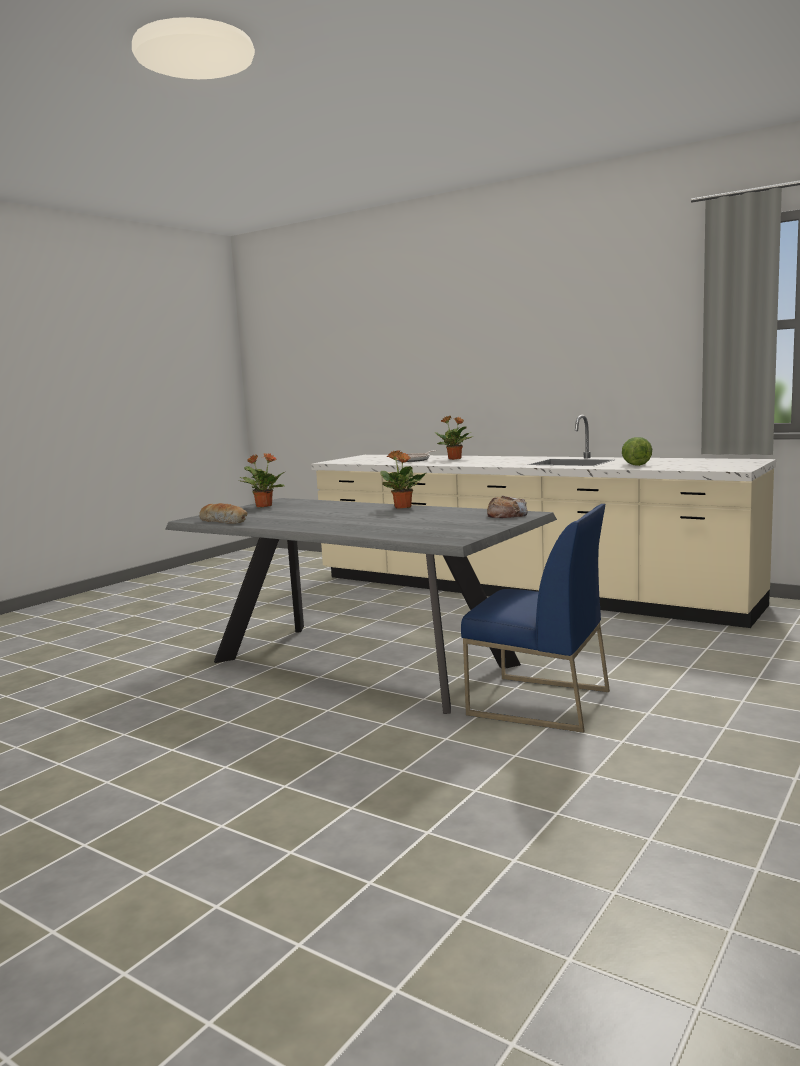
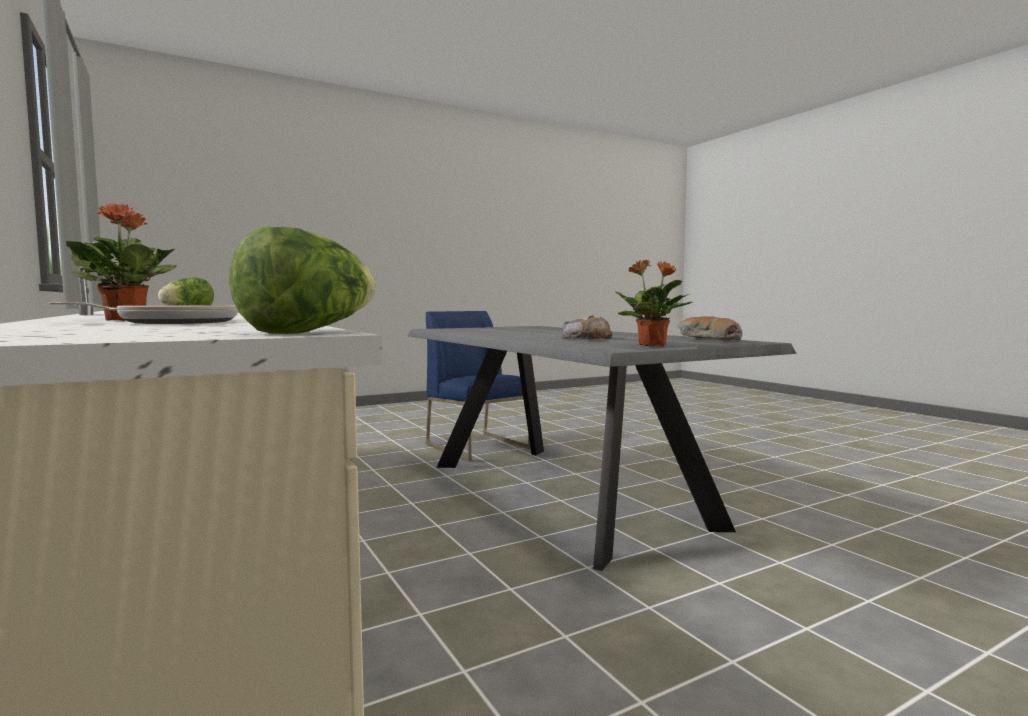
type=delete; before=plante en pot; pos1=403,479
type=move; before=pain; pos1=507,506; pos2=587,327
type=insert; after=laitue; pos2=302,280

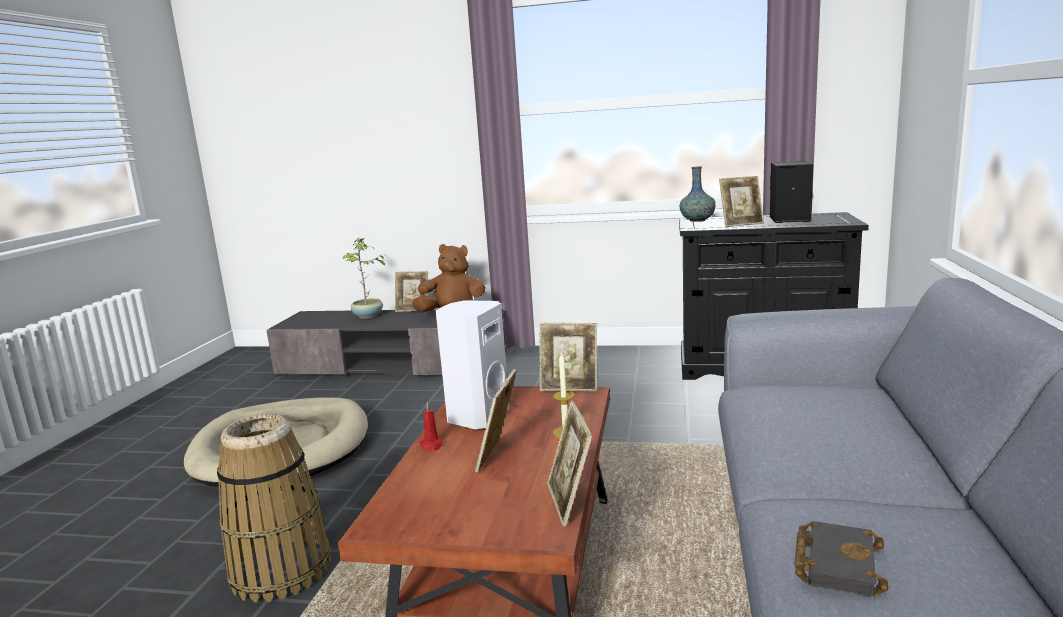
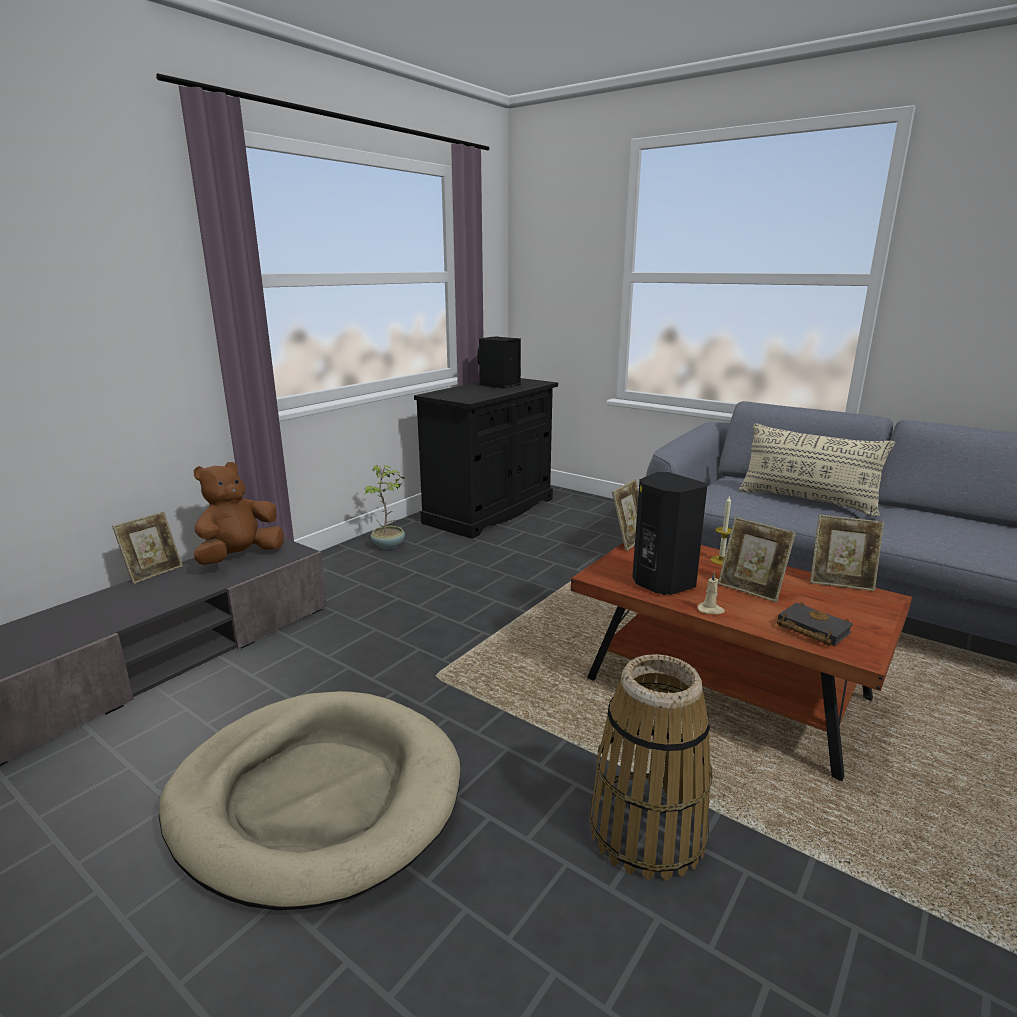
type=delete; before=vase; pos1=697,194
type=delete; before=cadre photo; pos1=741,201
type=move; before=plante en pot; pos1=365,278; pos2=384,507
type=recolor; before=enceinte/blanc; after=enceinte/noir; pos1=473,365; pos2=669,533
type=recolor; before=bougie/rouge; after=bougie/beige; pos1=431,426; pos2=711,593
type=move; before=livre/noir; pos1=842,559; pos2=815,624
type=insert; after=coussin/beige; pos2=817,470

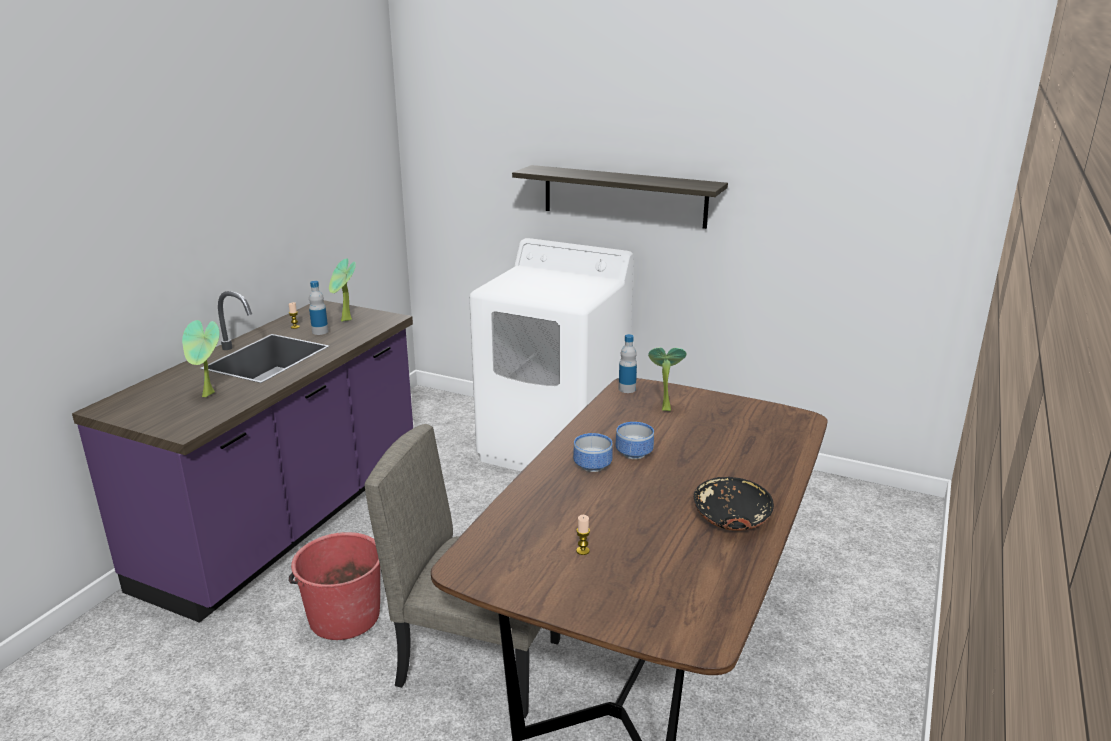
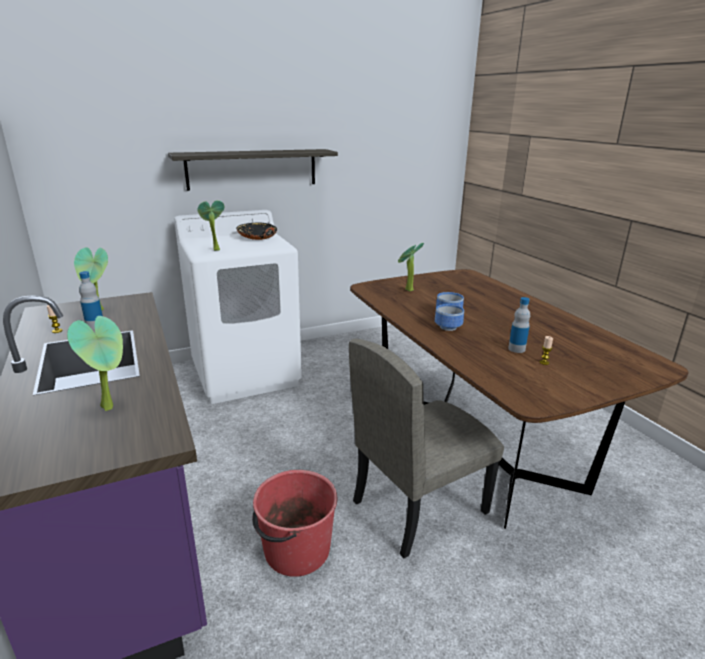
type=move; before=bouteille; pos1=628,363; pos2=519,325
type=move; before=bol/noir; pos1=734,504; pos2=256,231
type=insert; after=plante en pot; pos2=211,225

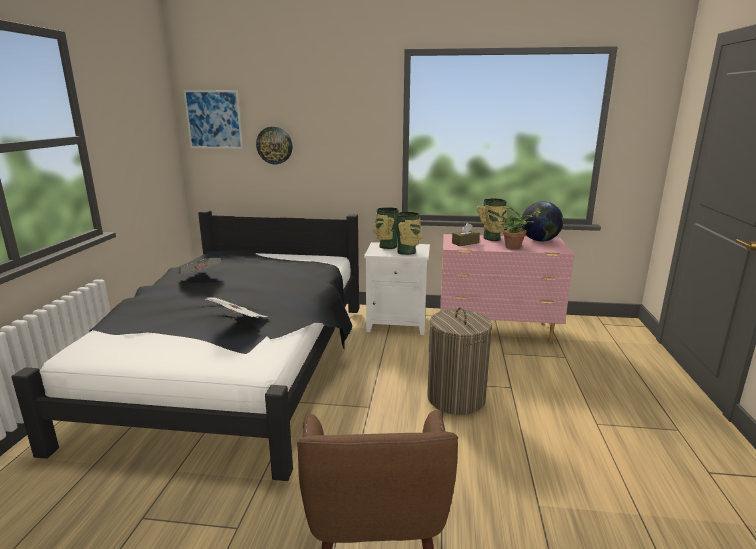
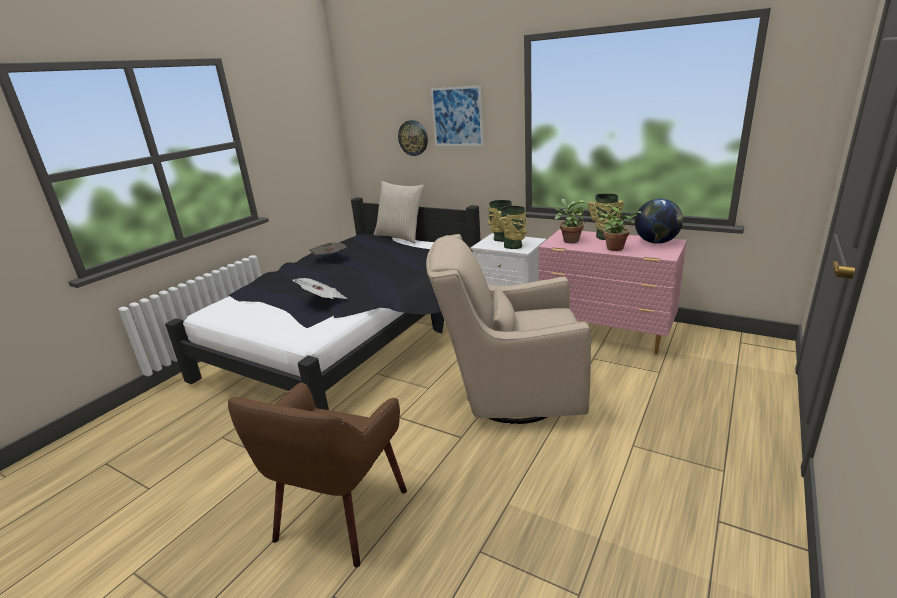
type=move; before=tableau; pos1=213,119; pos2=457,116
type=replace; before=boîte à mouchoirs/marron; after=plante en pot; pos1=466,234; pos2=570,221
type=replace; before=panier à linge; after=fauteuil/beige; pos1=459,361; pos2=508,329
type=insert; after=coussin/beige; pos2=399,212

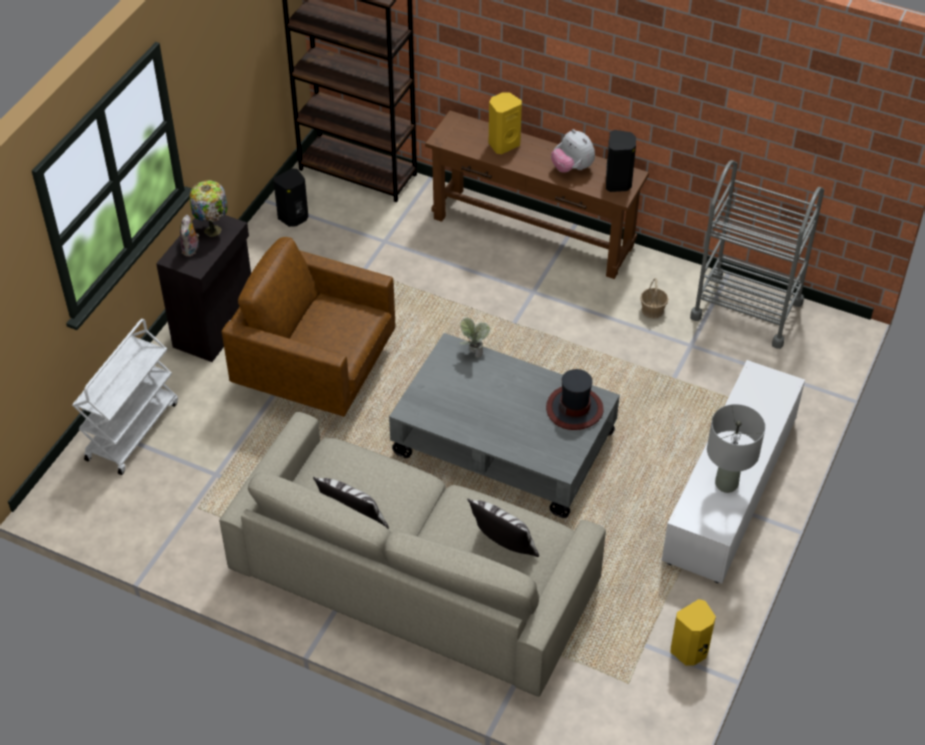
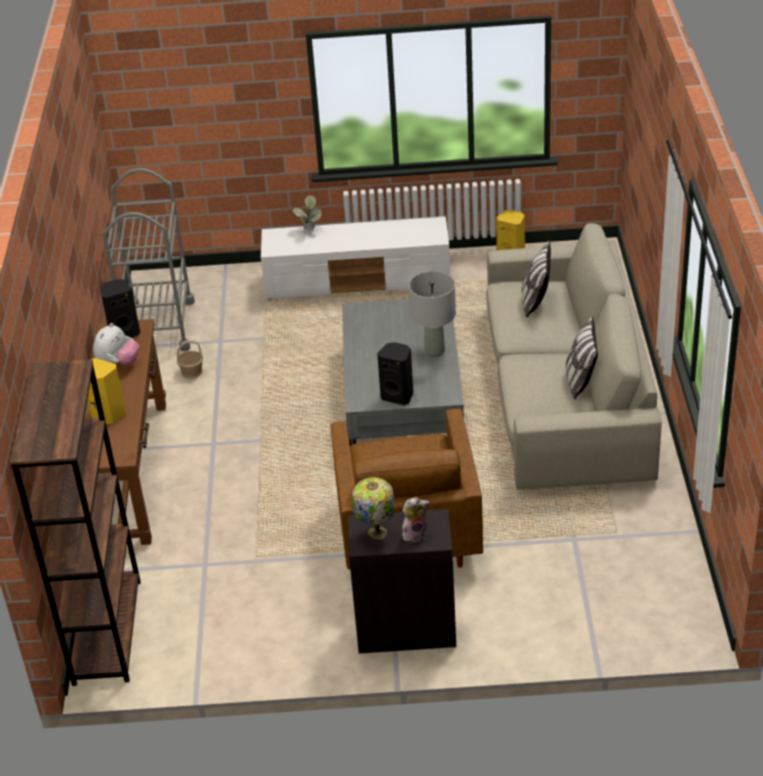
type=move; before=enceinte/noir; pos1=291,197; pos2=395,373
type=move; before=plante en pot; pos1=475,338; pos2=306,212
type=delete; before=chariot/blanc; pos1=125,397
type=delete; before=chapeau; pos1=575,399
type=move; before=lampe de table/gris; pos1=736,448; pos2=432,314

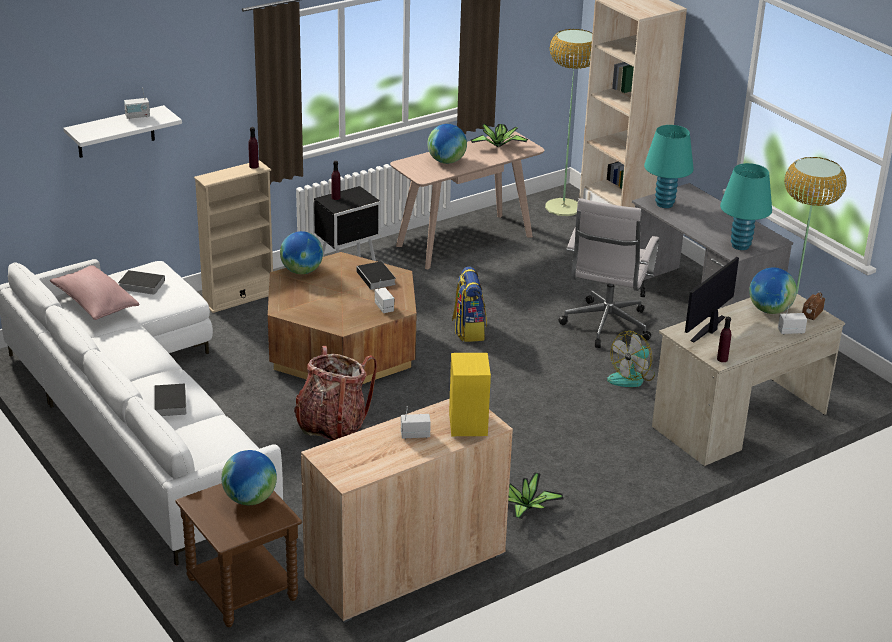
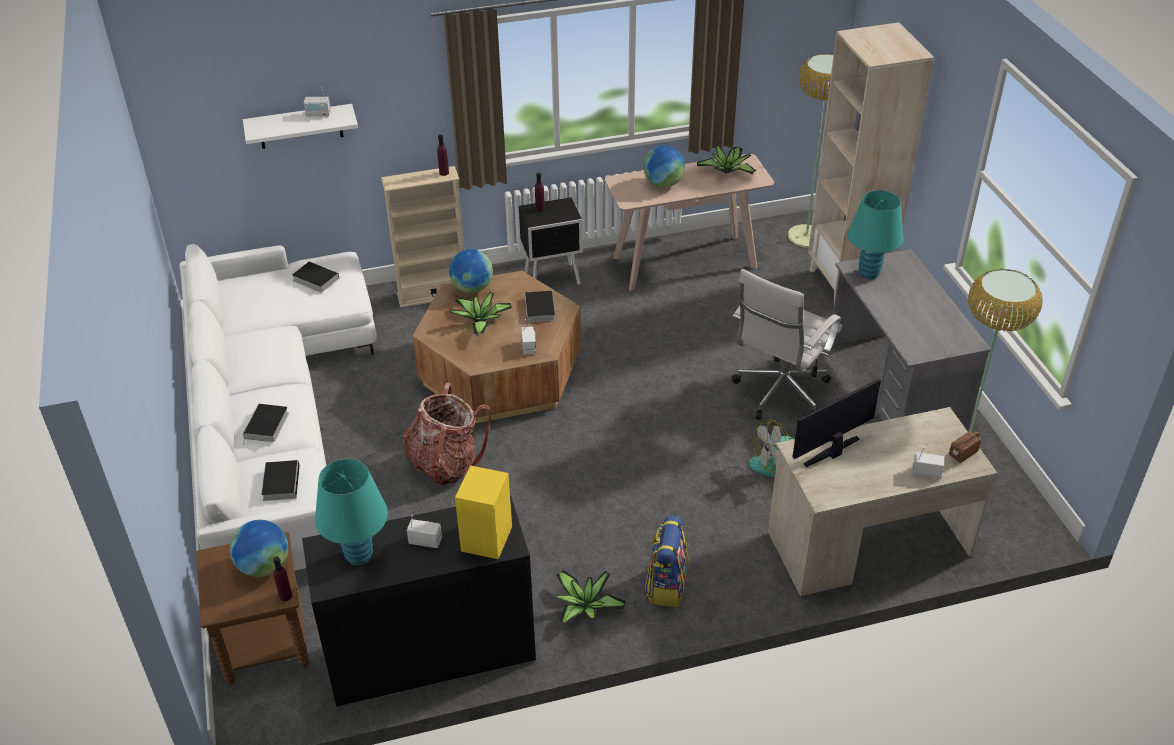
type=move; before=lampe de table/turquoise; pos1=746,206; pos2=351,512
type=delete; before=coussin/rose; pos1=95,292
type=move; before=sac à dos; pos1=469,304; pos2=667,561
type=delete; before=globe; pos1=773,290
type=move; before=bouteille/violet; pos1=724,339; pos2=282,579
type=recolor; before=meuble de rangement/beige; after=meuble de rangement/noir; pos1=407,511; pos2=419,601
type=insert; after=plante en pot; pos2=481,313
type=insert; after=livre; pos2=280,480

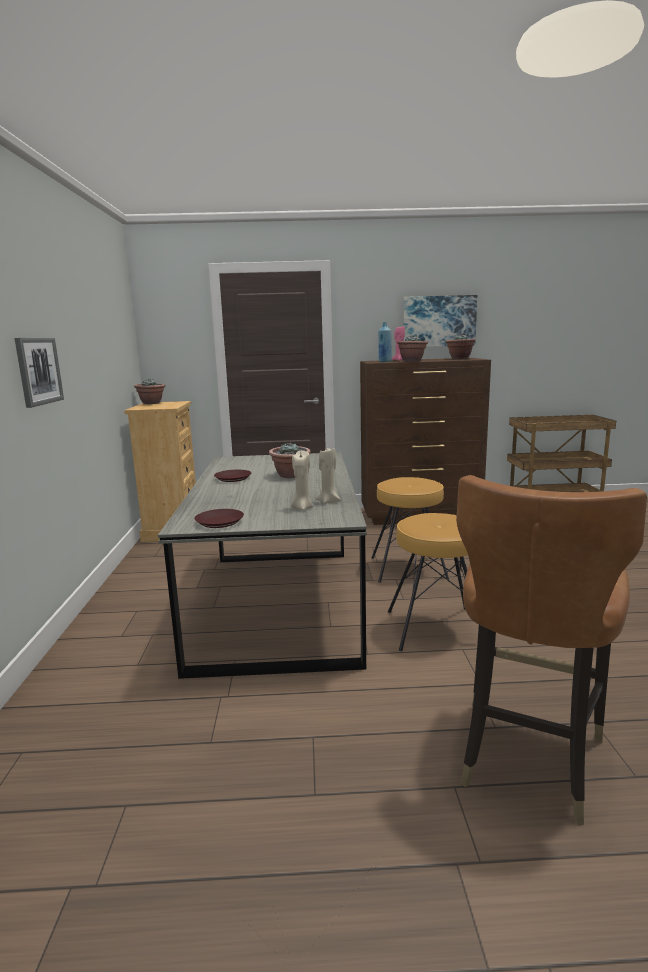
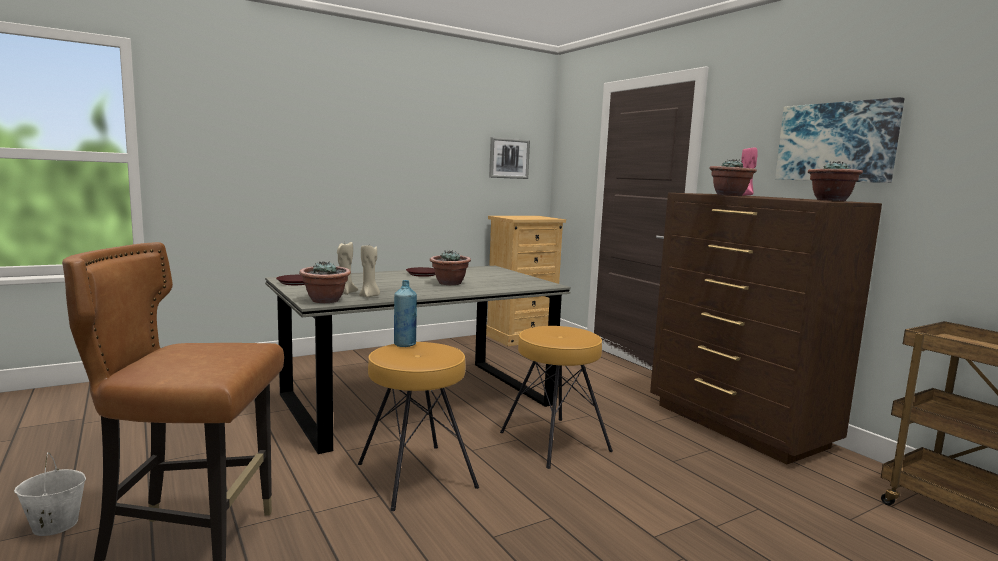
type=move; before=bouteille/bleu; pos1=385,342; pos2=405,313
type=move; before=tableau; pos1=39,373; pos2=509,158
type=move; before=plante en pot; pos1=149,391; pos2=325,282
type=insert; after=seau/blanc; pos2=50,494

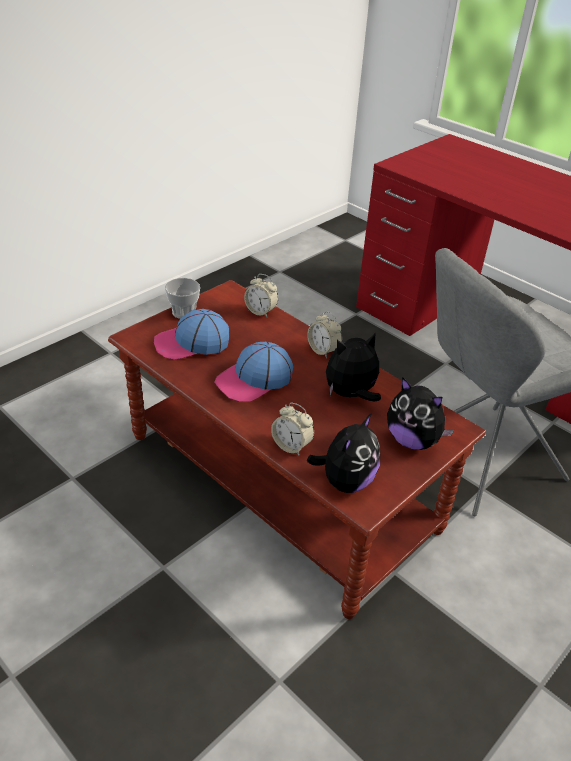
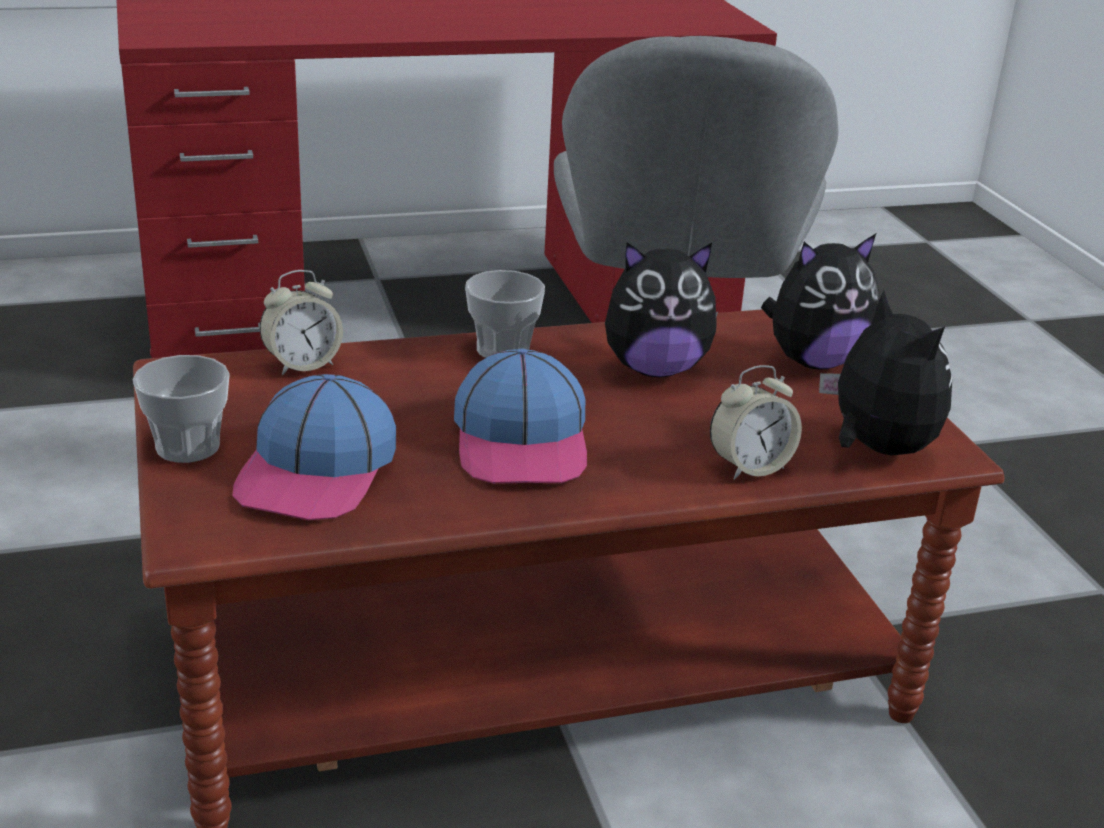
type=replace; before=réveil; after=tasse; pos1=324,334; pos2=505,314
type=rotate; before=peluche; pos1=353,366; pos2=661,309; turn=-105

